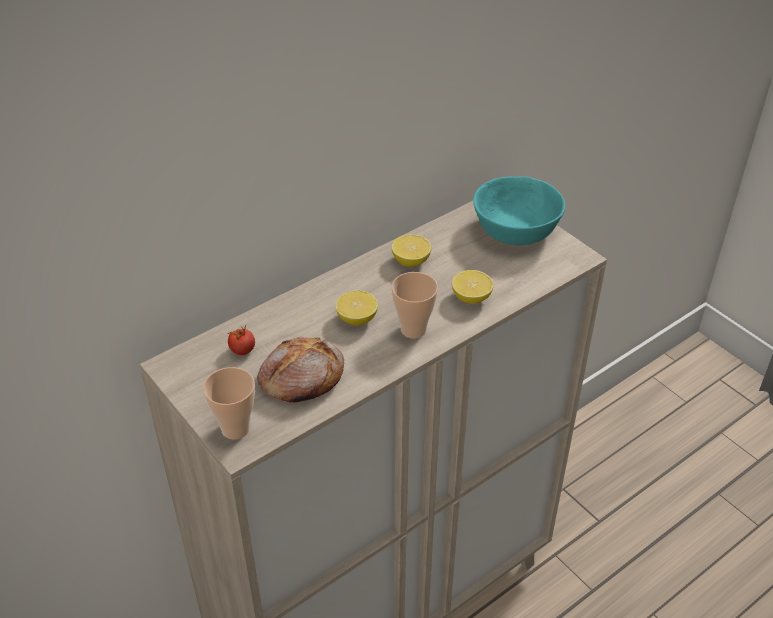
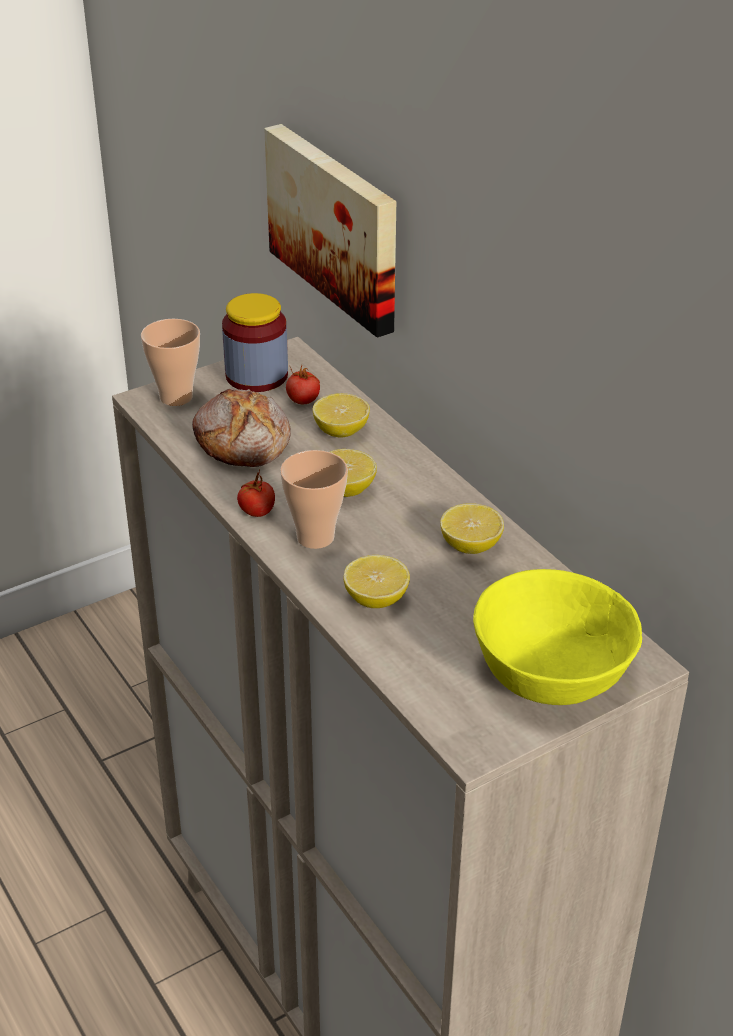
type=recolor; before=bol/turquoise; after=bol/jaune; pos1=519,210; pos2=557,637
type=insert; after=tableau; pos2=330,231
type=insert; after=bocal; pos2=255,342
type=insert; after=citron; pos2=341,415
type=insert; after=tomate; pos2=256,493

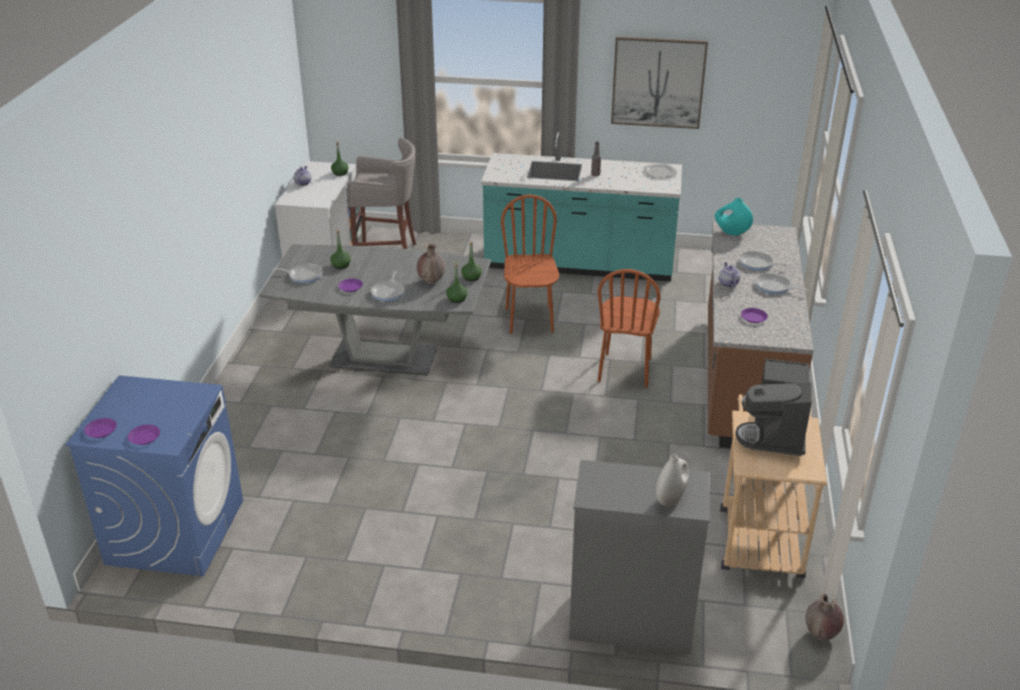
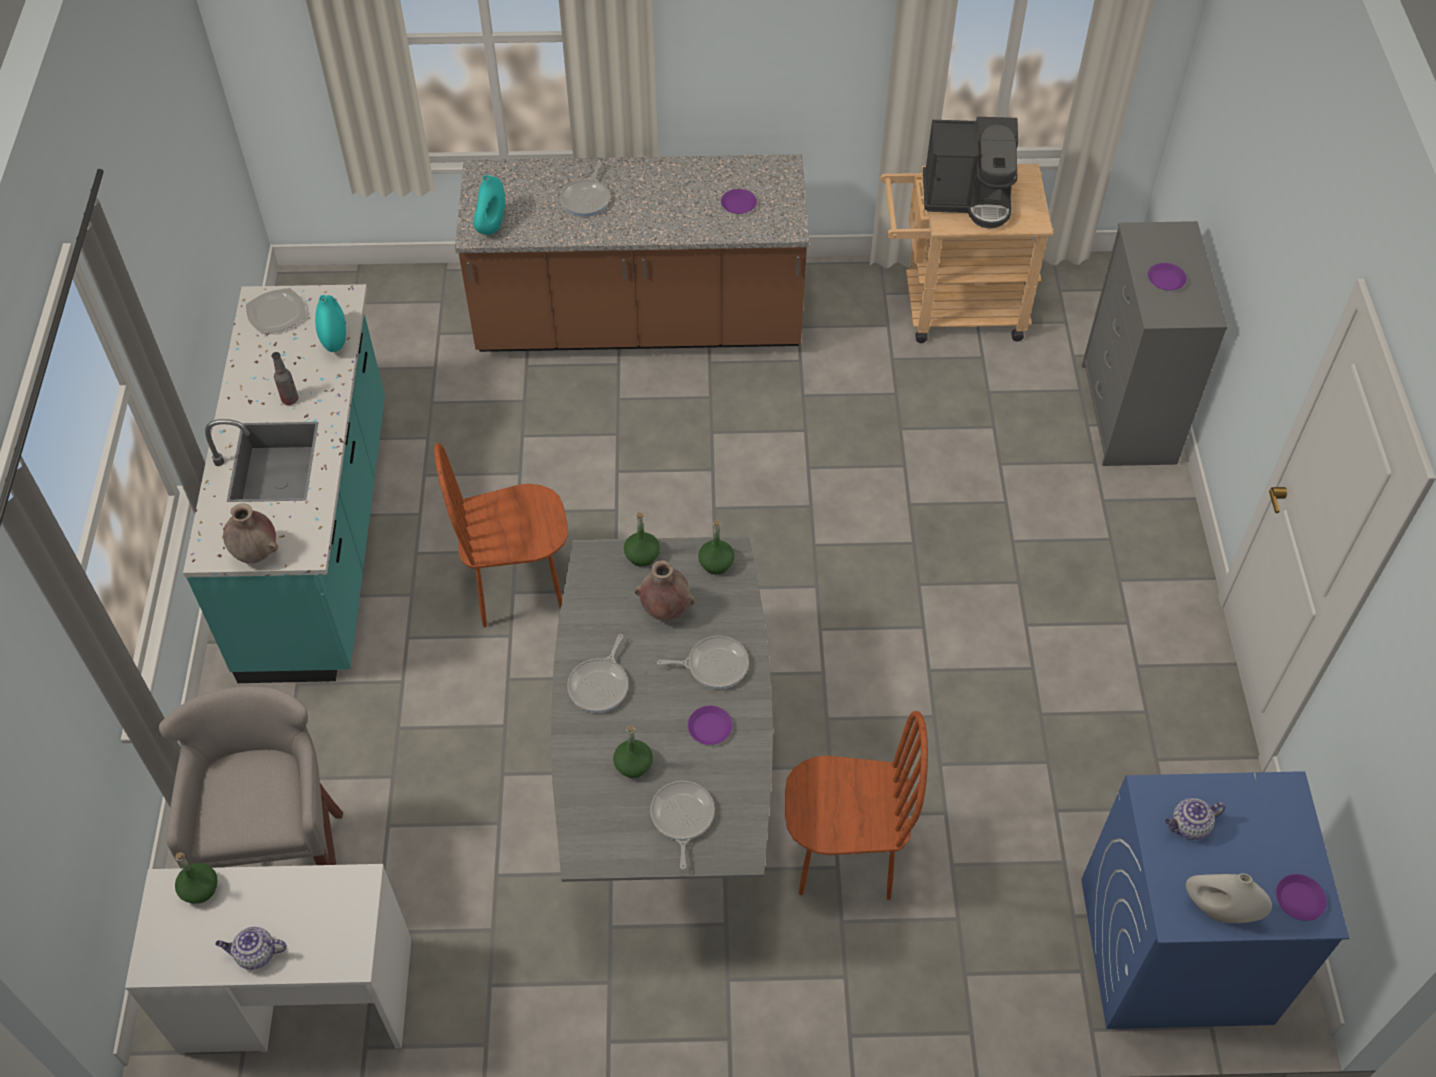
type=delete; before=tableau; pos1=659,82
type=move; before=théière; pos1=730,274; pos2=1195,819
type=move; before=chaise/marron; pos1=629,328; pos2=856,805
type=move; before=poêle; pos1=782,283; pos2=598,673
type=move; before=assiette/violet; pos1=144,435; pos2=1167,276
type=move; before=vase/blanc; pos1=672,480; pos2=1228,898
type=move; before=vase/marron; pos1=824,617; pos2=250,533
type=insert; after=vase/turquoise; pos2=330,323

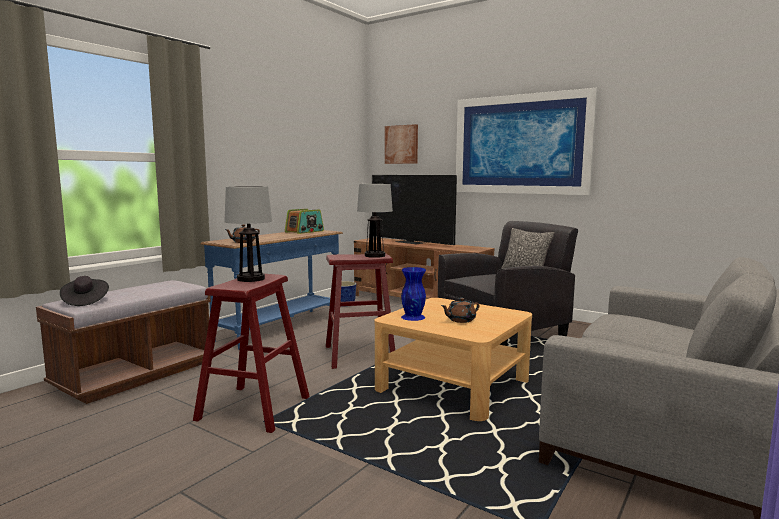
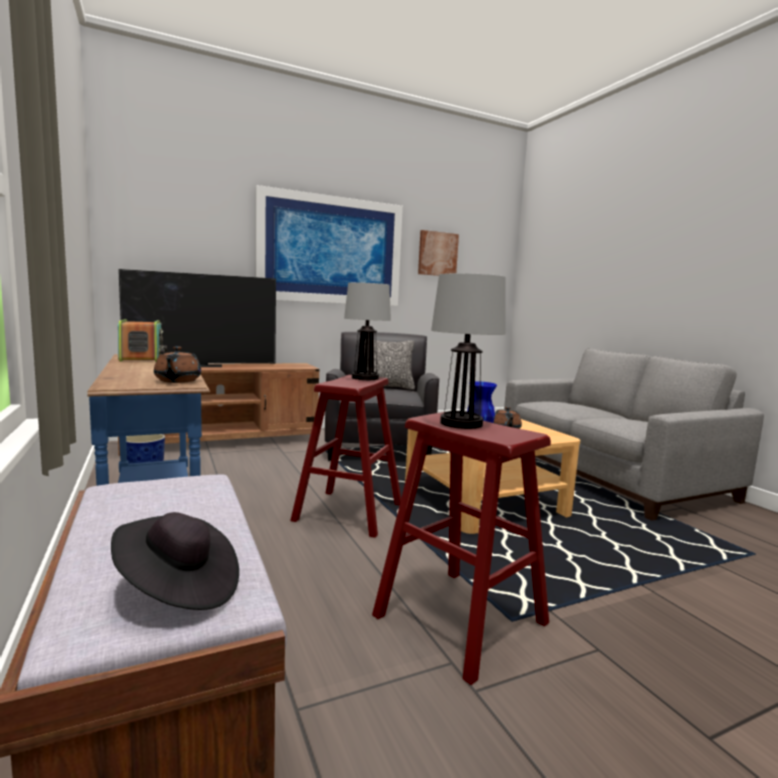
type=move; before=tableau; pos1=401,144; pos2=438,253

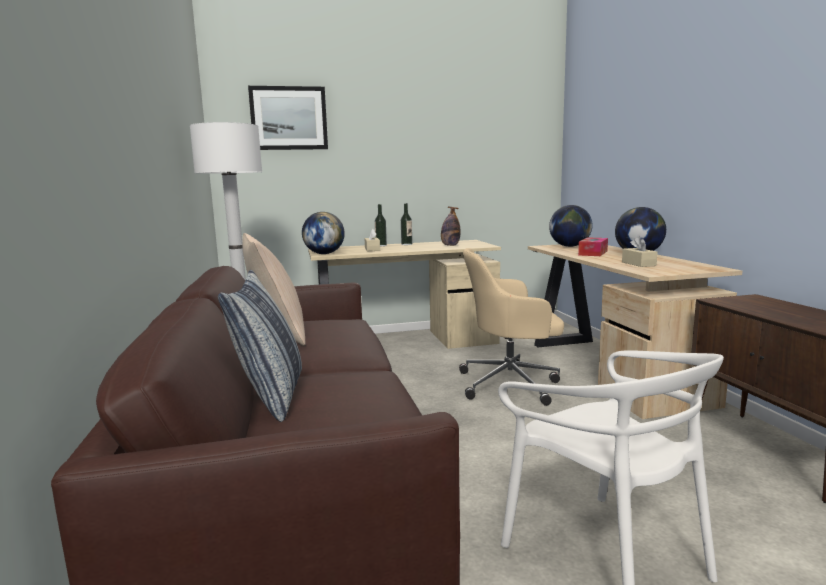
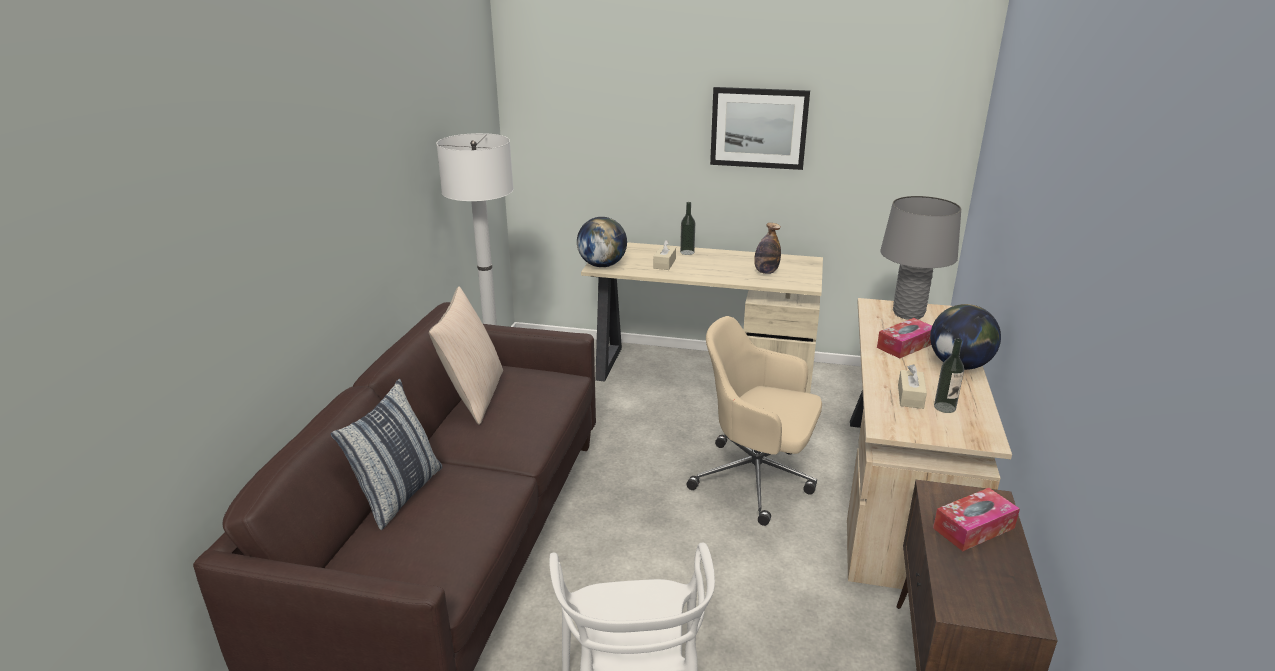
type=move; before=tableau; pos1=288,118; pos2=760,128
type=move; before=bouteille; pos1=406,224; pos2=949,375
type=replace; before=globe; after=lampe de table/gris; pos1=570,226; pos2=920,258
type=insert; after=boîte à mouchoirs; pos2=976,519

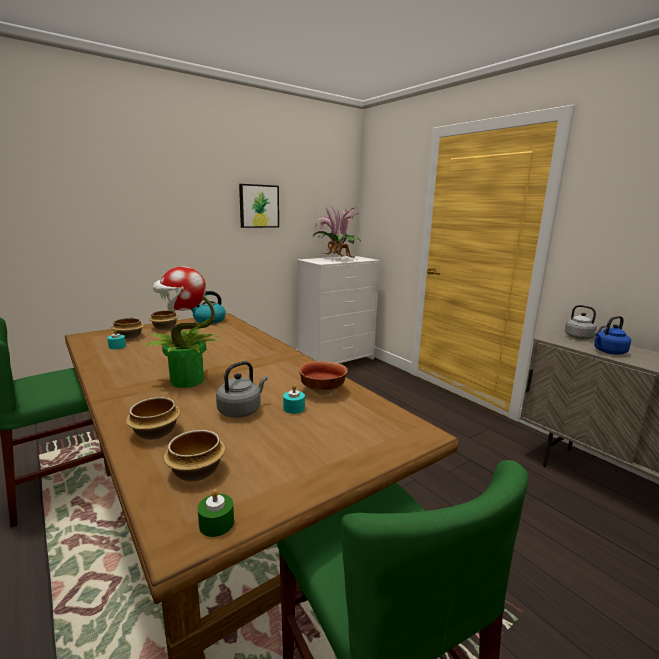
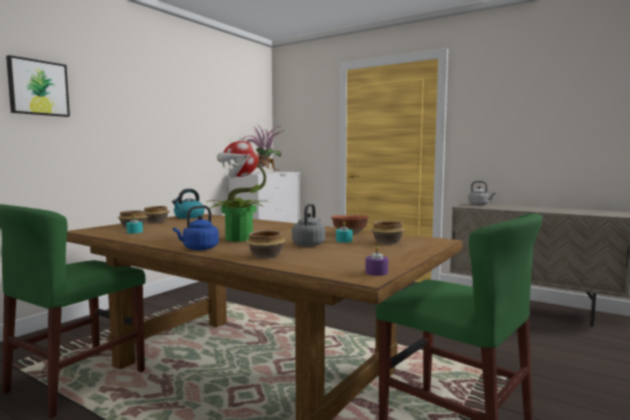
type=move; before=tableau; pos1=259,206; pos2=38,86
type=move; before=bouilloire/bleu; pos1=612,335; pos2=196,227
type=move; before=bol; pos1=194,456; pos2=388,232
type=recolor; before=bougie/vert; after=bougie/violet; pos1=216,513; pos2=377,261

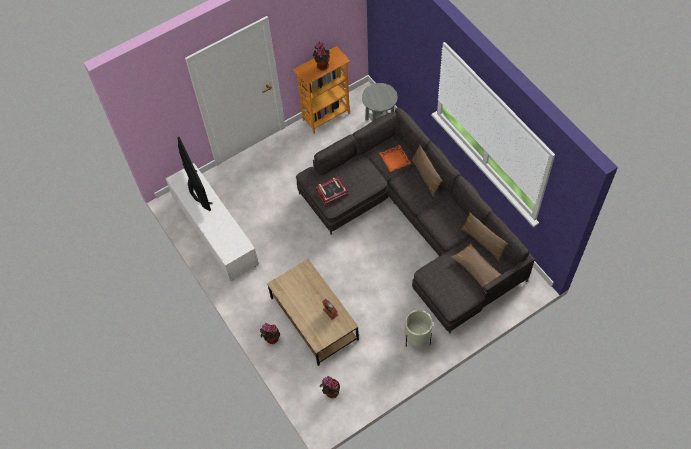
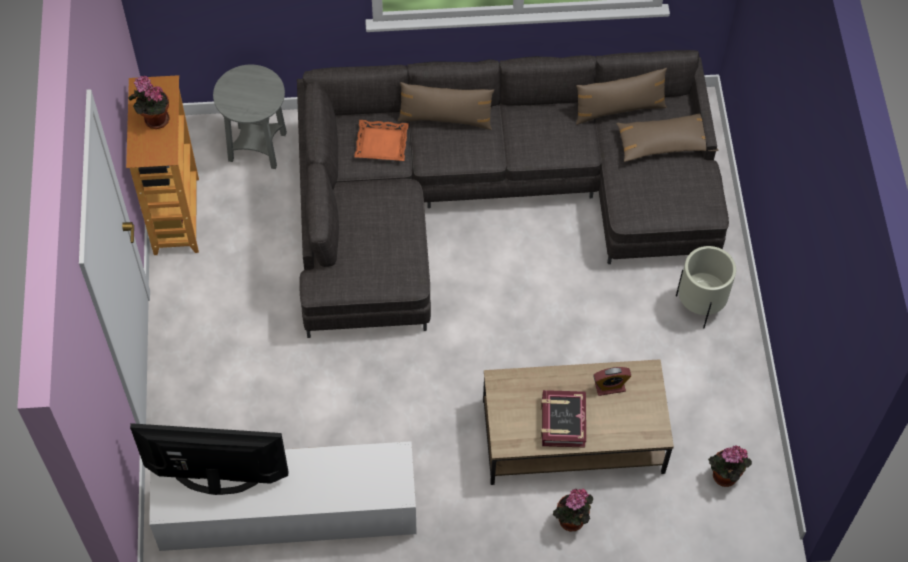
type=move; before=livre; pos1=332,190; pos2=563,419

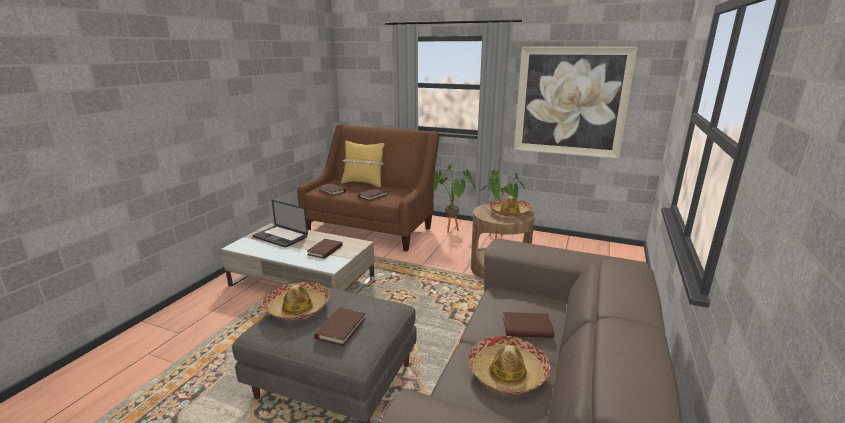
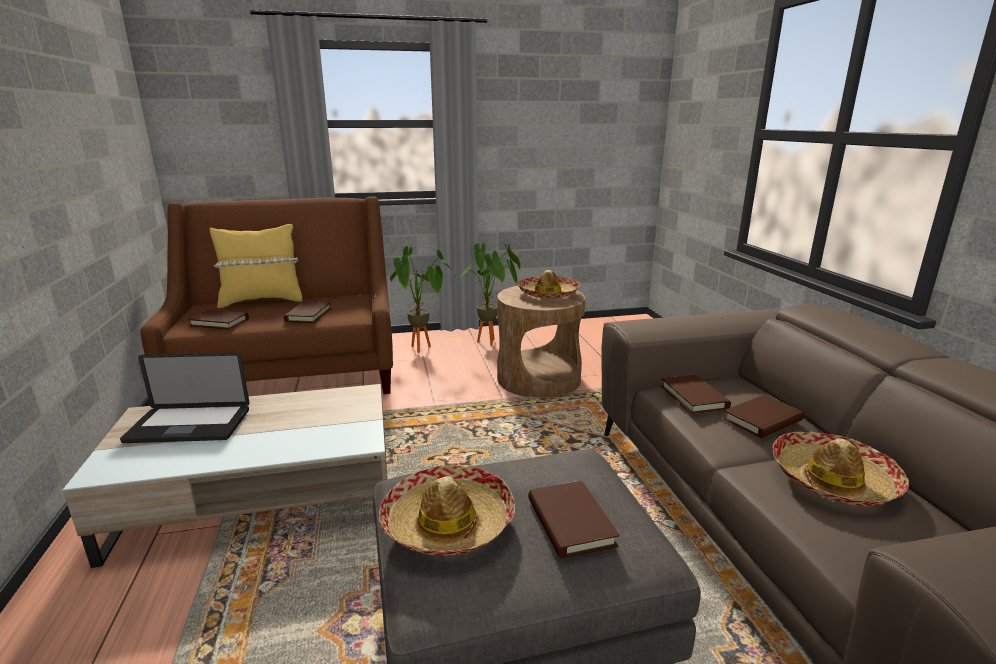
type=delete; before=tableau; pos1=576,102
type=move; before=livre/marron; pos1=325,249; pos2=696,394

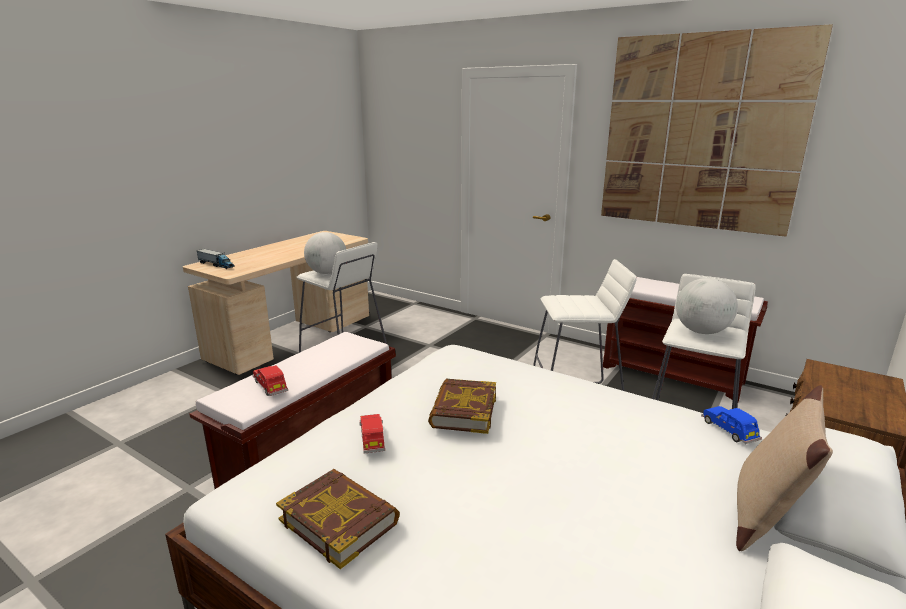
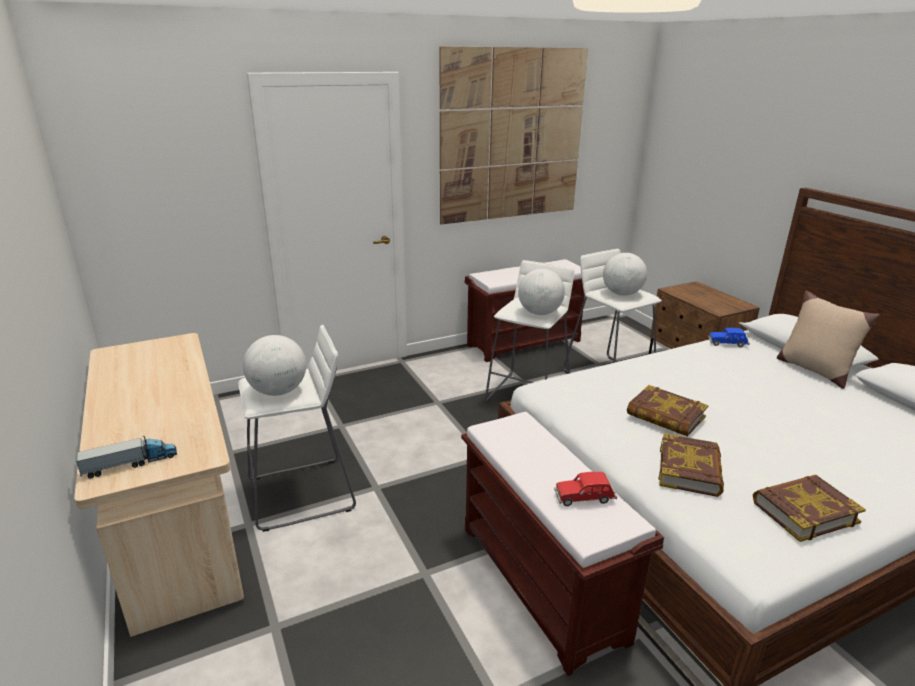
type=replace; before=petite voiture/rouge; after=livre; pos1=372,434; pos2=691,465
type=insert; after=globe; pos2=541,292

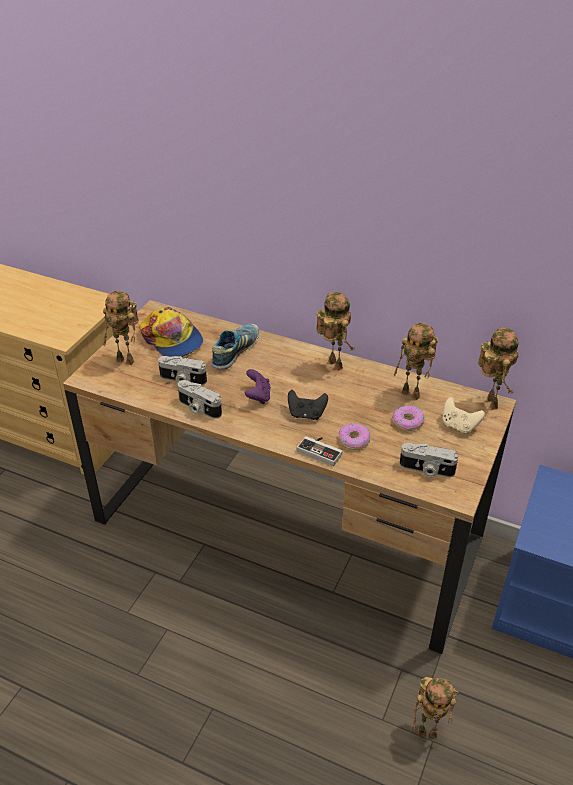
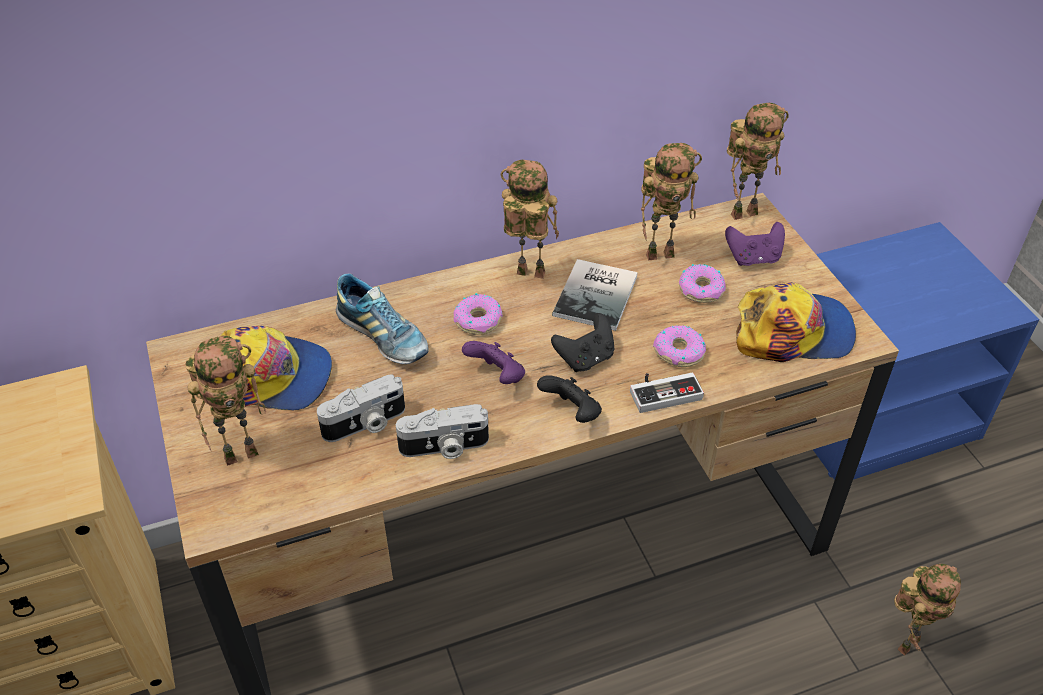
type=rotate; before=chaussure; pos1=235,346; pos2=382,319; turn=150
type=rotate; before=robot jouet; pos1=498,368; pos2=758,161; turn=120
type=recolor; before=manette/beige; after=manette/violet; pos1=463,415; pos2=755,244
type=replace; before=appareil photo; after=casquette; pos1=429,460; pos2=796,322
type=insert; after=livre; pos2=595,295
type=insert; after=beignet; pos2=478,314
type=insert; after=manette/noir; pos2=569,399

